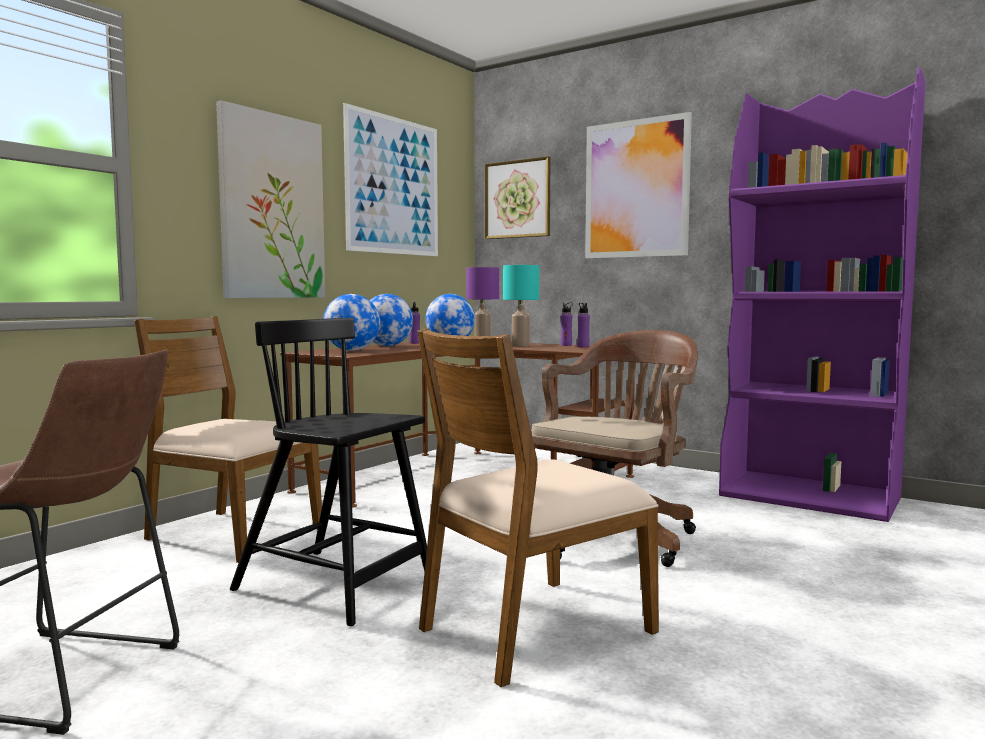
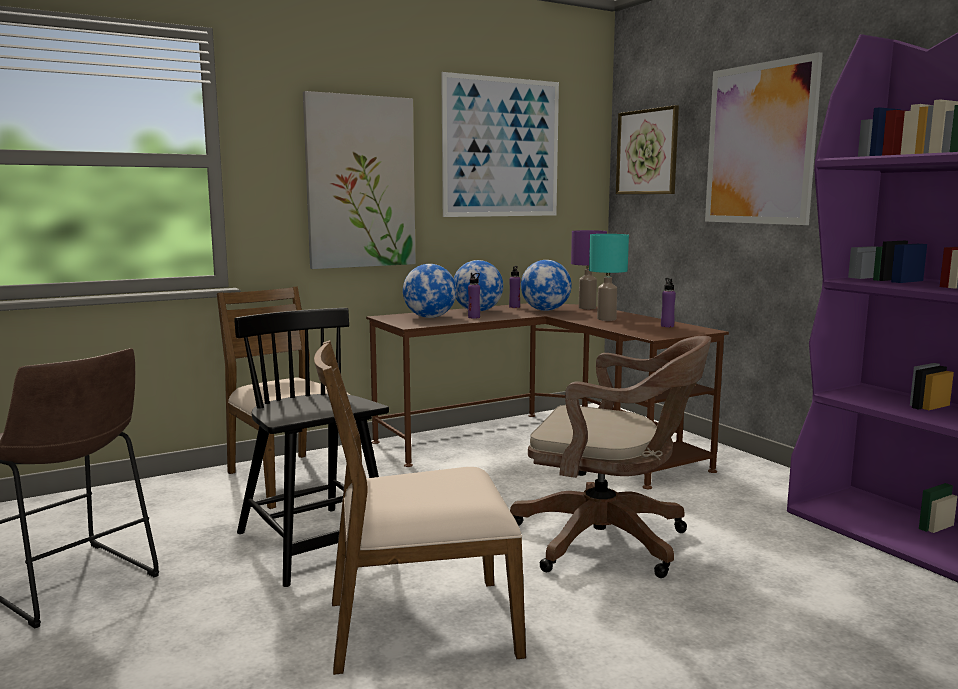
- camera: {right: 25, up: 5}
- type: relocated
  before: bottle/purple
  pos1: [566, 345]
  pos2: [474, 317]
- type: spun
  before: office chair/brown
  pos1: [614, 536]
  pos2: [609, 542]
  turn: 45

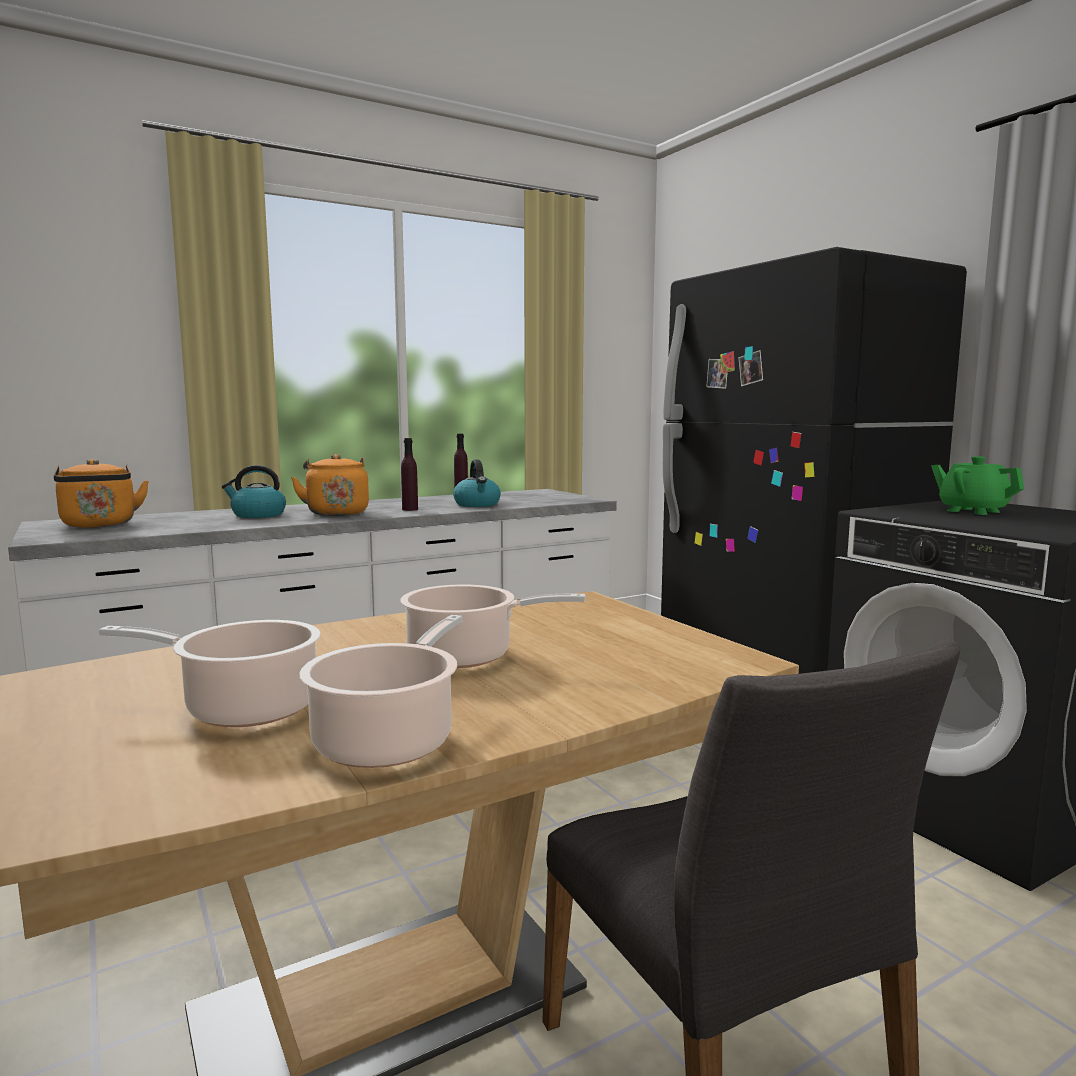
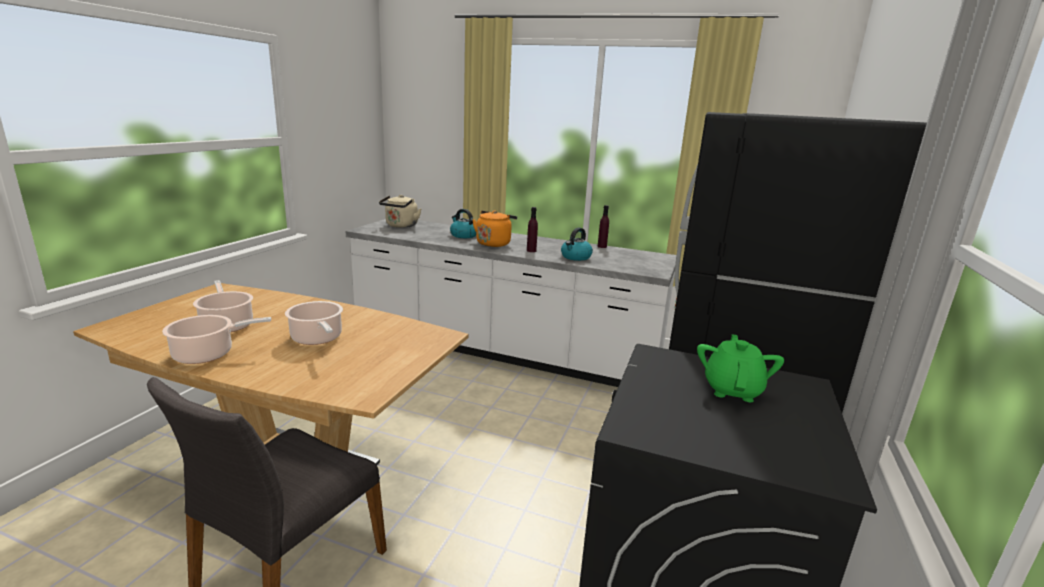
- camera: {right: 50, up: 10}
- type: colour
  before: kettle/orange
  after: kettle/beige
  pos1: [100, 525]
  pos2: [401, 226]

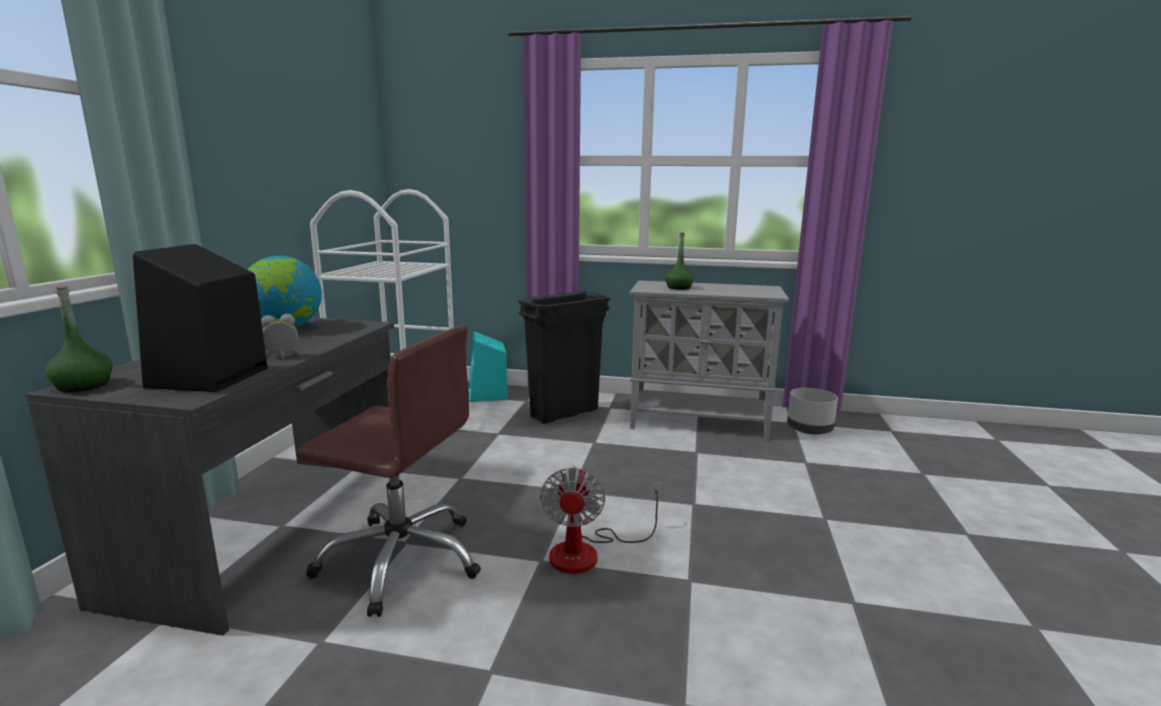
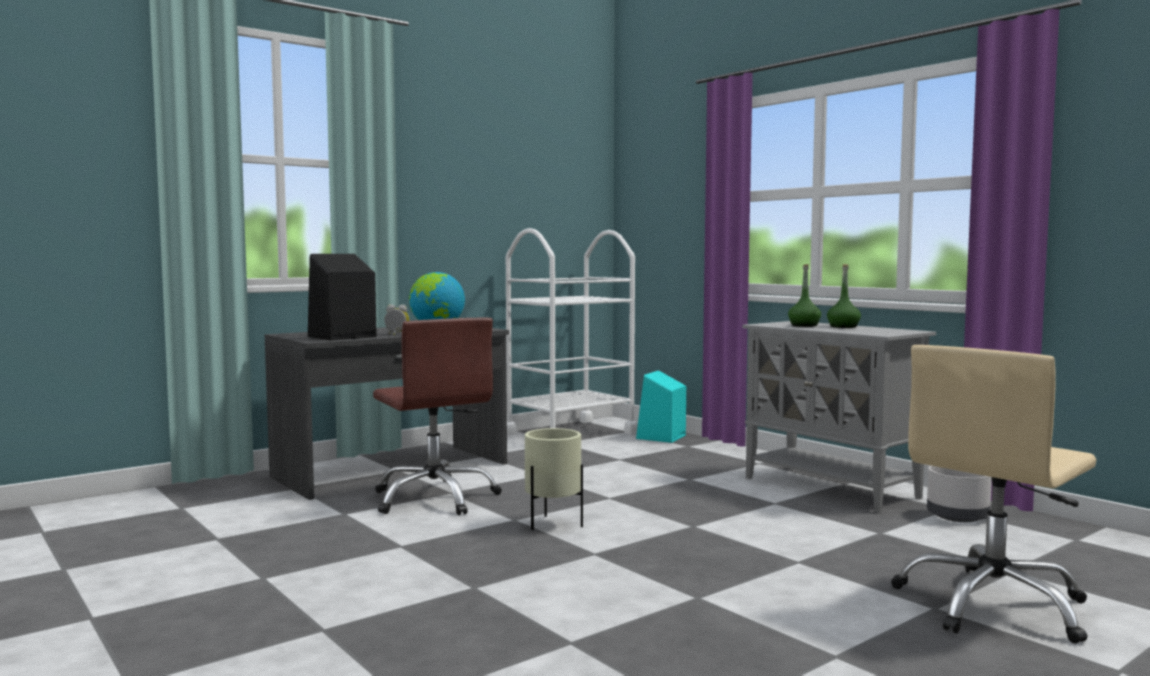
- camera: {right: 40, up: -10}
- type: exchanged
  before: fan
  after: planter/beige
  pos1: [589, 552]
  pos2: [553, 525]
- type: relocated
  before: bottle/green
  pos1: [83, 386]
  pos2: [843, 327]
- type: appeared
  after: office chair/beige
  pos2: [993, 605]
- type: missing
  before: trash can/black
  pos1: [565, 413]

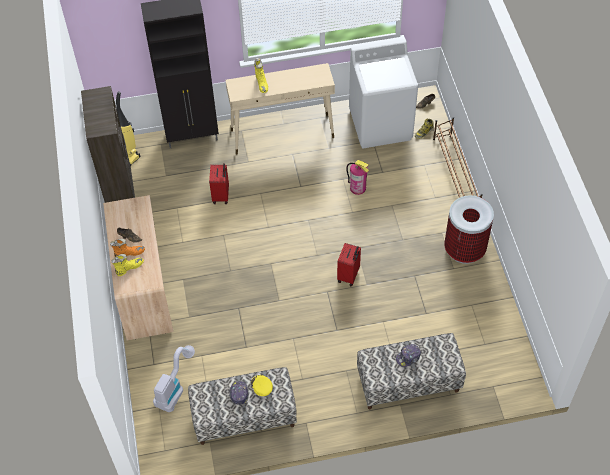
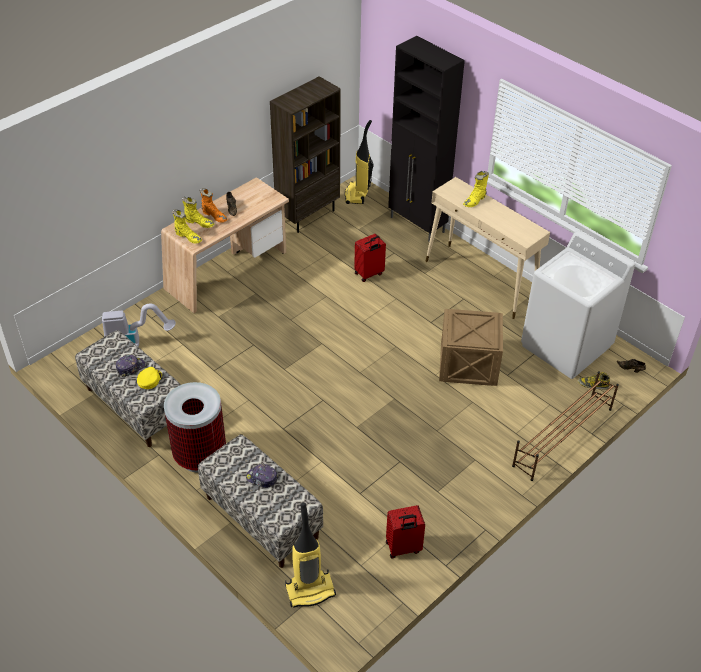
- camera: {right: 55, up: -10}
- type: relocated
  before: trash can
  pos1: [464, 249]
  pos2: [199, 455]
- type: appeared
  after: boot/yellow
  pos2: [188, 237]
- type: appeared
  after: vacuum cleaner
  pos2: [310, 590]
- type: relocated
  before: suitcase/red
  pos1: [349, 275]
  pos2: [403, 548]
- type: exchanged
  before: fire extinguisher
  after: crate
  pos1: [358, 188]
  pos2: [469, 365]

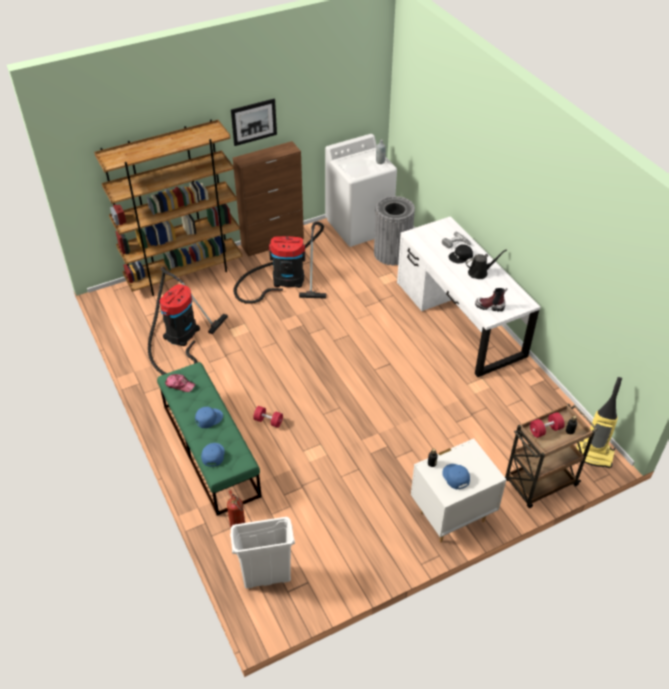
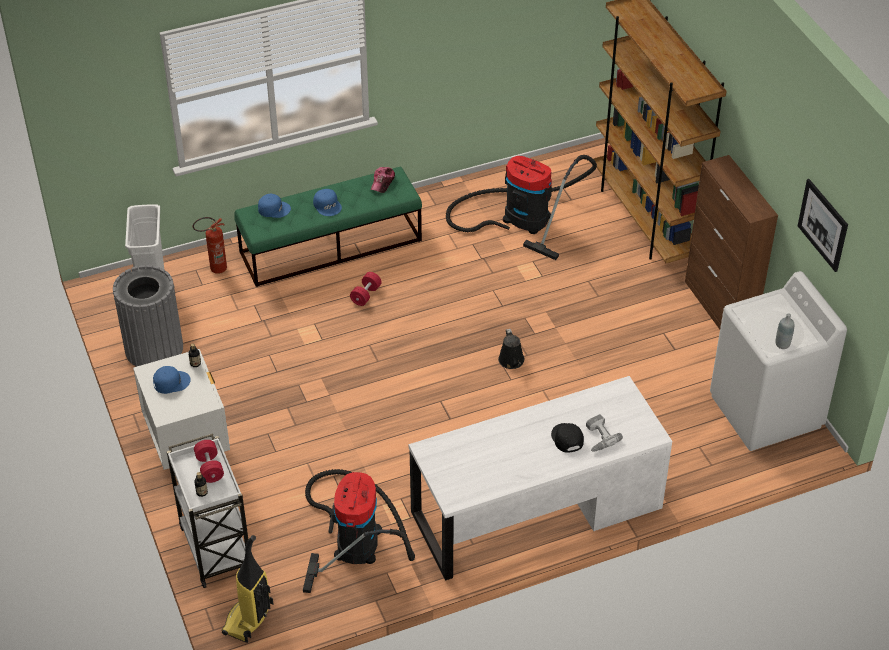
- camera: {right: 95, up: 0}
- type: relocated
  before: trash can/grey
  pos1: [392, 253]
  pos2: [154, 348]
- type: colour
  before: cart/brown
  after: cart/white
  pos1: [539, 483]
  pos2: [215, 547]
- type: relocated
  before: vacuum cleaner
  pos1: [284, 280]
  pos2: [357, 538]
- type: relocated
  before: watering can/black
  pos1: [480, 272]
  pos2: [512, 361]
- type: relocated
  before: picture
  pos1: [254, 122]
  pos2: [823, 225]
- type: missing
  before: boot
  pos1: [490, 306]

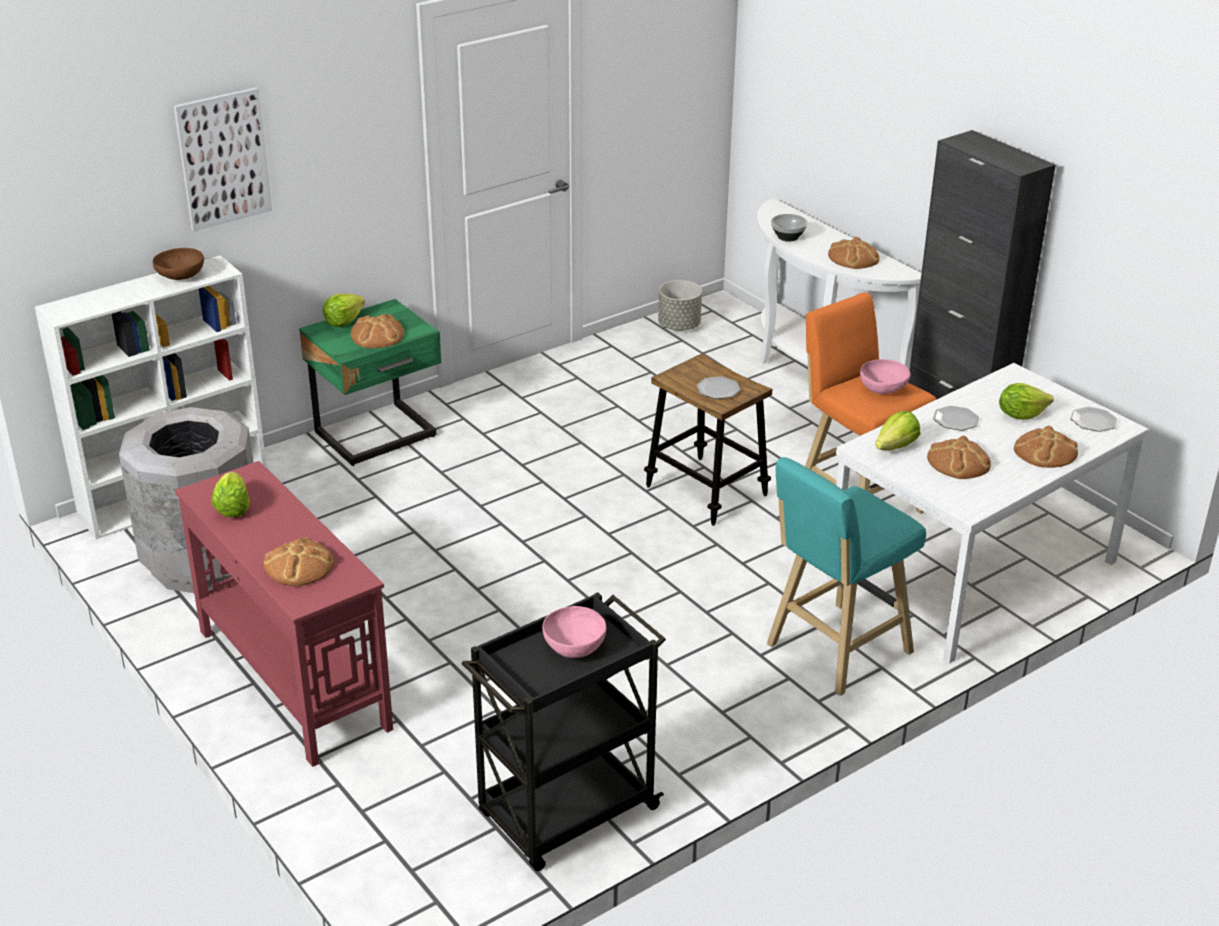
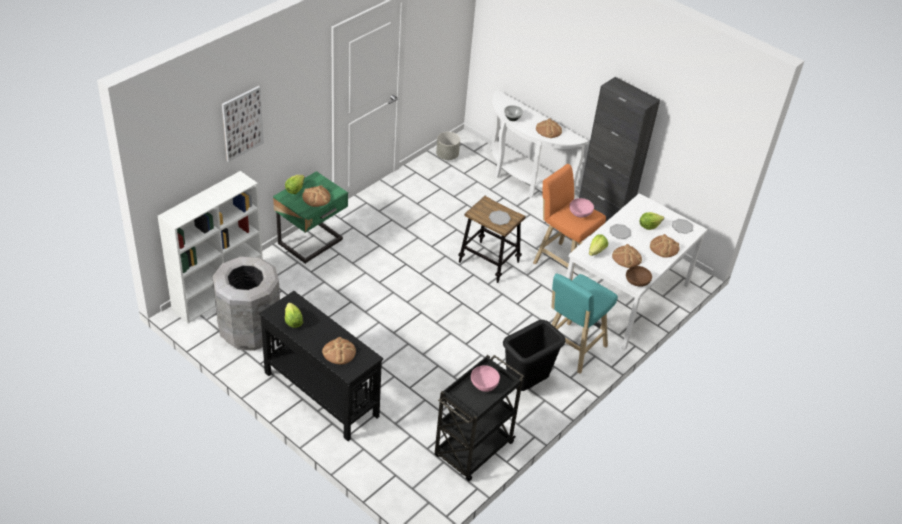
- camera: {right: -15, up: 10}
- type: colour
  before: console table/red
  after: console table/black
  pos1: [293, 678]
  pos2: [321, 393]
- type: appeared
  after: trash can/black
  pos2: [526, 385]
- type: relocated
  before: bowl/brown
  pos1: [180, 277]
  pos2: [637, 282]

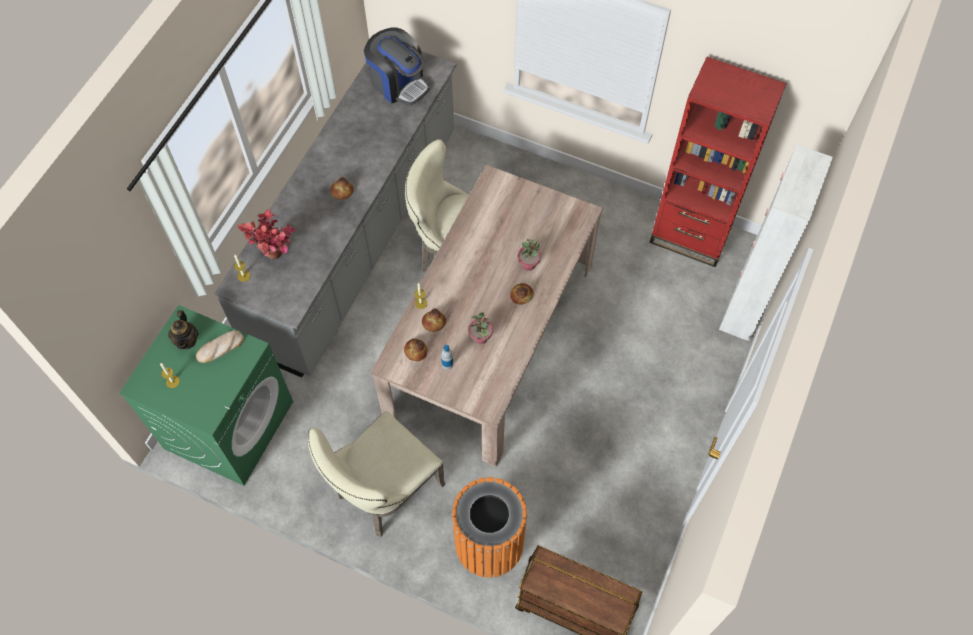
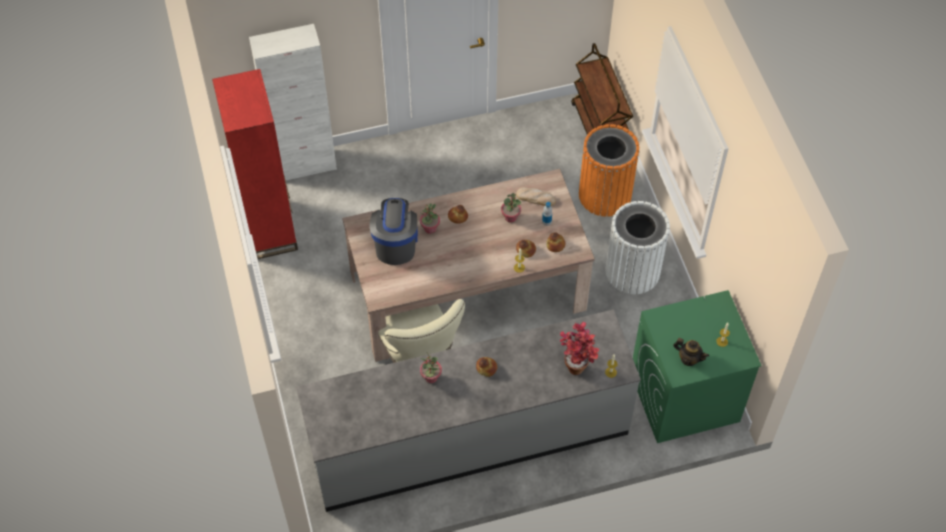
- camera: {right: -130, up: -5}
- type: relocated
  before: coffee machine
  pos1: [398, 83]
  pos2: [395, 243]
- type: appeared
  after: potted plant
  pos2: [431, 377]
- type: relocated
  before: bread
  pos1: [220, 348]
  pos2: [536, 198]
- type: exchanged
  before: chair/beige
  after: trash can/white
  pos1: [383, 492]
  pos2: [632, 271]
- type: spun
  before: teapot
  pos1: [187, 340]
  pos2: [689, 358]
  turn: 75

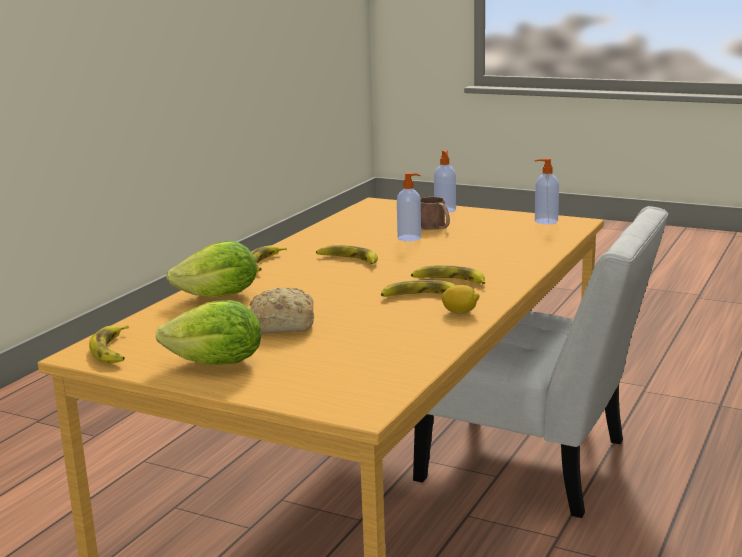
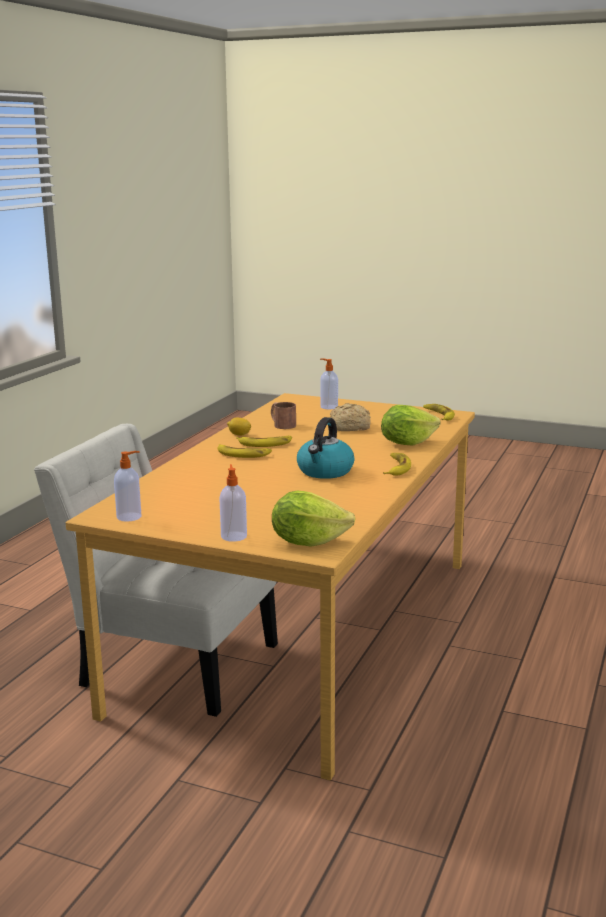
- camera: {right: 175, up: 0}
- type: relocated
  before: mug/brown
  pos1: [435, 227]
  pos2: [281, 424]
- type: relocated
  before: lettuce
  pos1: [217, 364]
  pos2: [308, 541]
- type: exchanged
  before: banana
  after: kettle
  pos1: [349, 260]
  pos2: [325, 471]
- type: relocated
  before: soap dispenser
  pos1: [410, 238]
  pos2: [328, 407]

